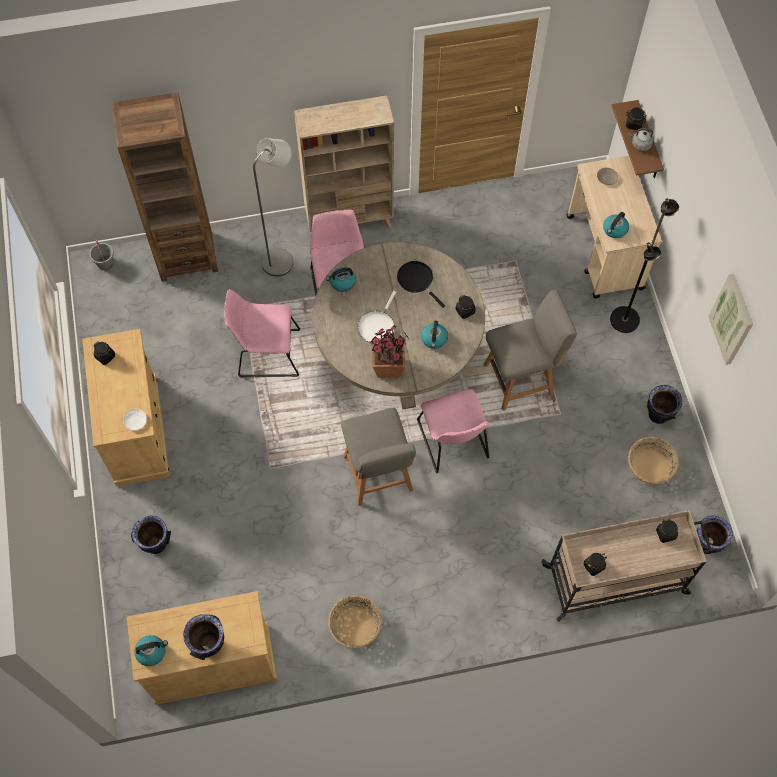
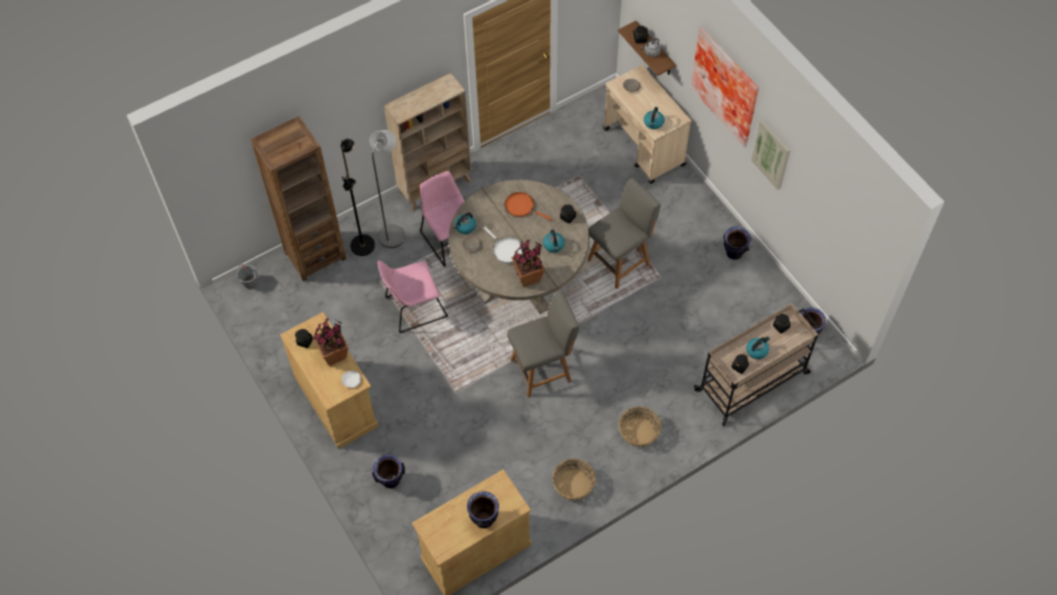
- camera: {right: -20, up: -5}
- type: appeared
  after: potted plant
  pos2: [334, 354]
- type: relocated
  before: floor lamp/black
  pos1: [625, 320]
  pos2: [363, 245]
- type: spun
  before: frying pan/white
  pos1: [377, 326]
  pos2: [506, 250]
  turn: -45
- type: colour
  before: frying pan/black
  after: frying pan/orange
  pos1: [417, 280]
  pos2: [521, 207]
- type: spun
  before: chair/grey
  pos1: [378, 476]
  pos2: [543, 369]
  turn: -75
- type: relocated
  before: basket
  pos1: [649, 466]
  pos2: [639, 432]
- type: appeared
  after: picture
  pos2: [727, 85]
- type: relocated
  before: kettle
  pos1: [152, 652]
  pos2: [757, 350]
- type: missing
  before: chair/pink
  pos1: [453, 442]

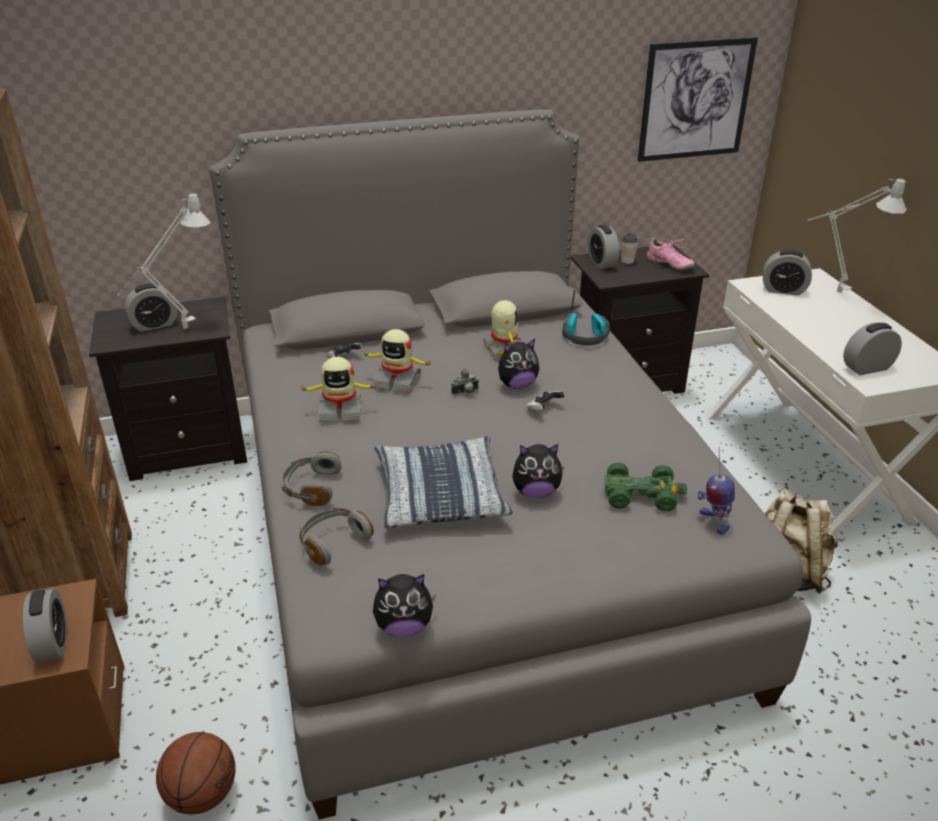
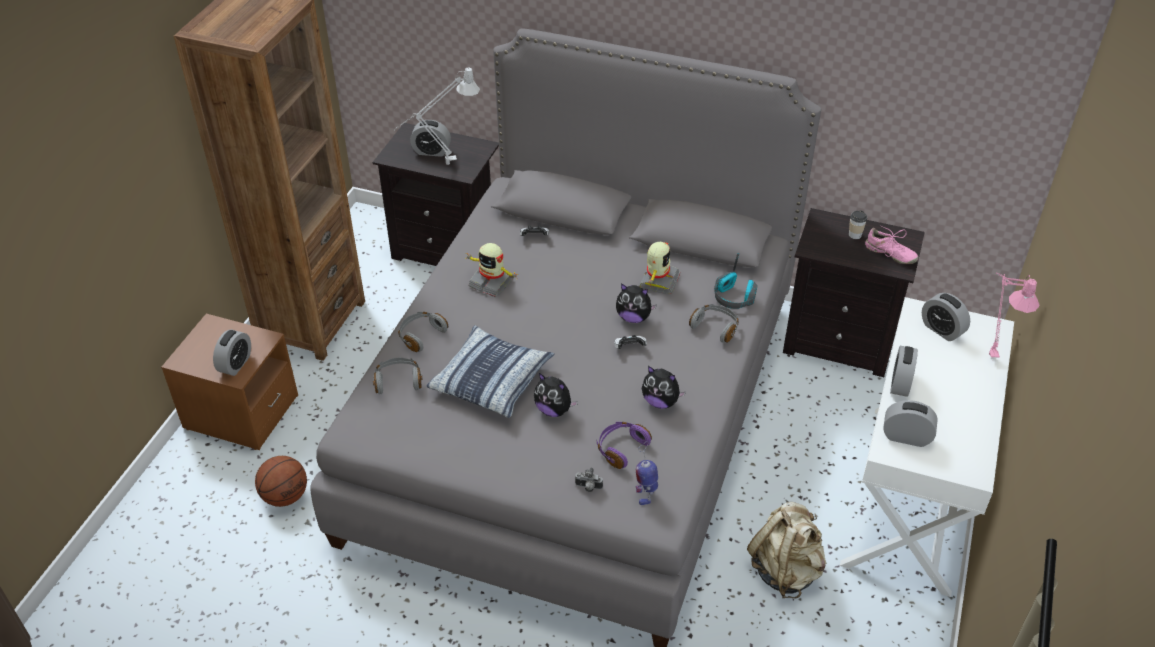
- camera: {right: 35, up: 10}
- type: relocated
  before: photo camera
  pos1: [466, 393]
  pos2: [588, 488]
- type: exchanged
  before: toy car/green
  after: headphones/purple
  pos1: [641, 494]
  pos2: [621, 448]
- type: relocated
  before: plush toy
  pos1: [404, 626]
  pos2: [660, 401]
- type: appeared
  after: headphones/grey
  pos2: [715, 327]
- type: spun
  before: shoe/pink
  pos1: [669, 264]
  pos2: [889, 254]
  turn: -45
- type: relocated
  before: alarm clock
  pos1: [601, 262]
  pos2: [900, 384]
- type: colour
  before: table lamp/grey
  after: table lamp/pink
  pos1: [833, 291]
  pos2: [989, 351]
- type: missing
  before: toy robot
  pos1: [397, 381]
- type: missing
  before: picture
  pos1: [695, 100]

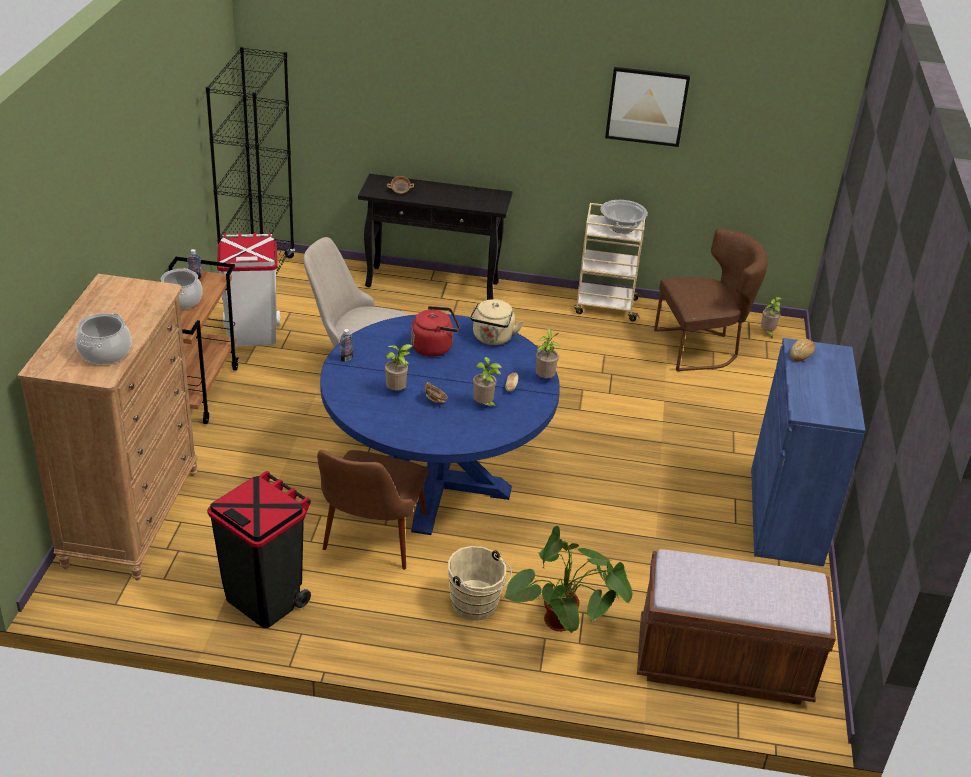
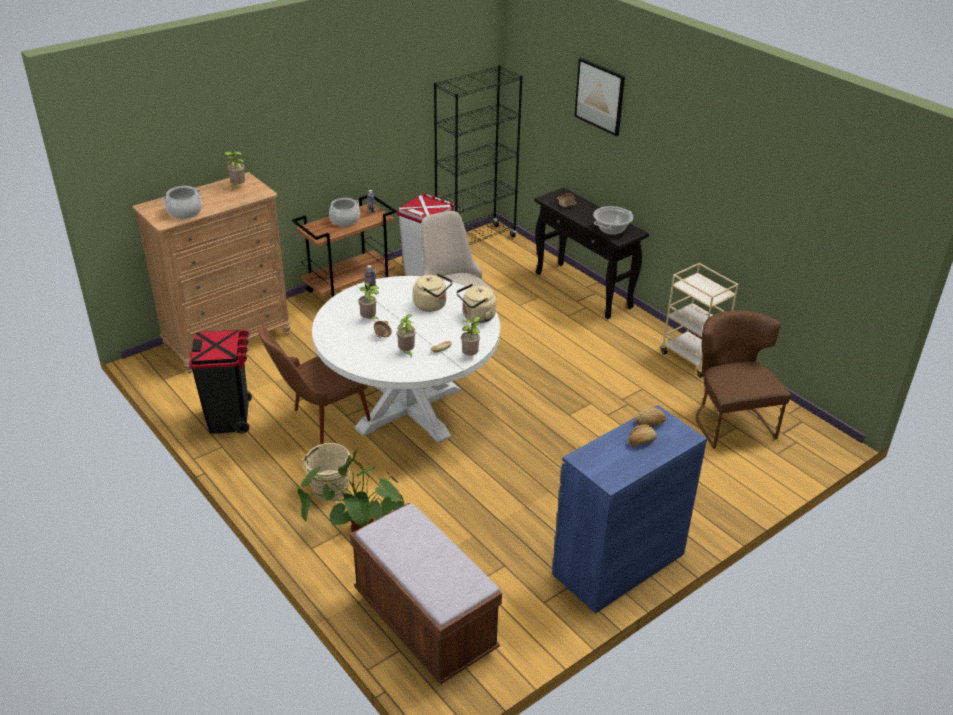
- camera: {right: 45, up: 0}
- type: relocated
  before: potted plant
  pos1: [767, 333]
  pos2: [237, 187]
- type: colour
  before: dining table/blue
  after: dining table/white
  pos1: [435, 483]
  pos2: [409, 408]
- type: colour
  before: kettle/red
  after: kettle/beige
  pos1: [434, 347]
  pos2: [432, 305]
- type: relocated
  before: picture
  pos1: [646, 106]
  pos2: [600, 96]
- type: relocated
  before: cooking pot
  pos1: [621, 227]
  pos2: [611, 229]
- type: appeared
  after: bread
  pos2: [641, 441]
- type: spun
  before: chair/brown
  pos1: [701, 348]
  pos2: [729, 420]
  turn: -135

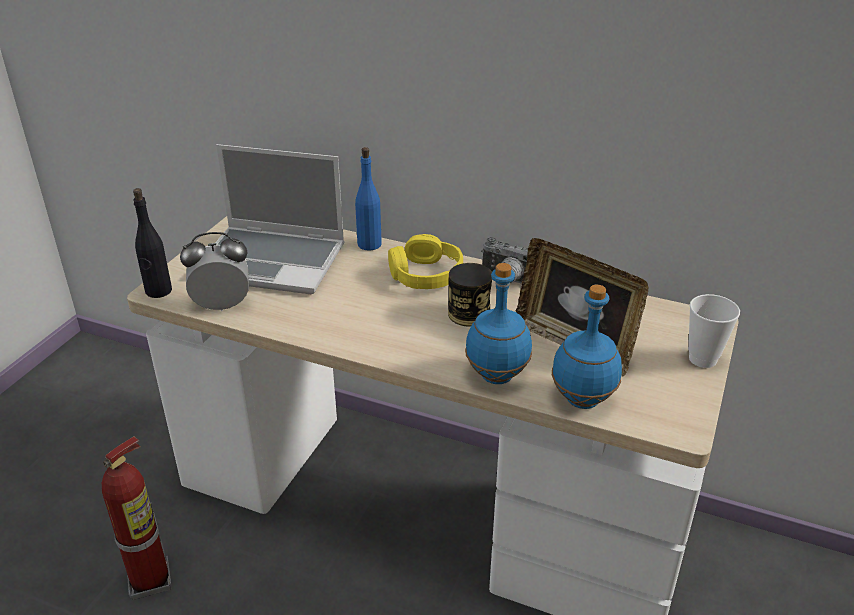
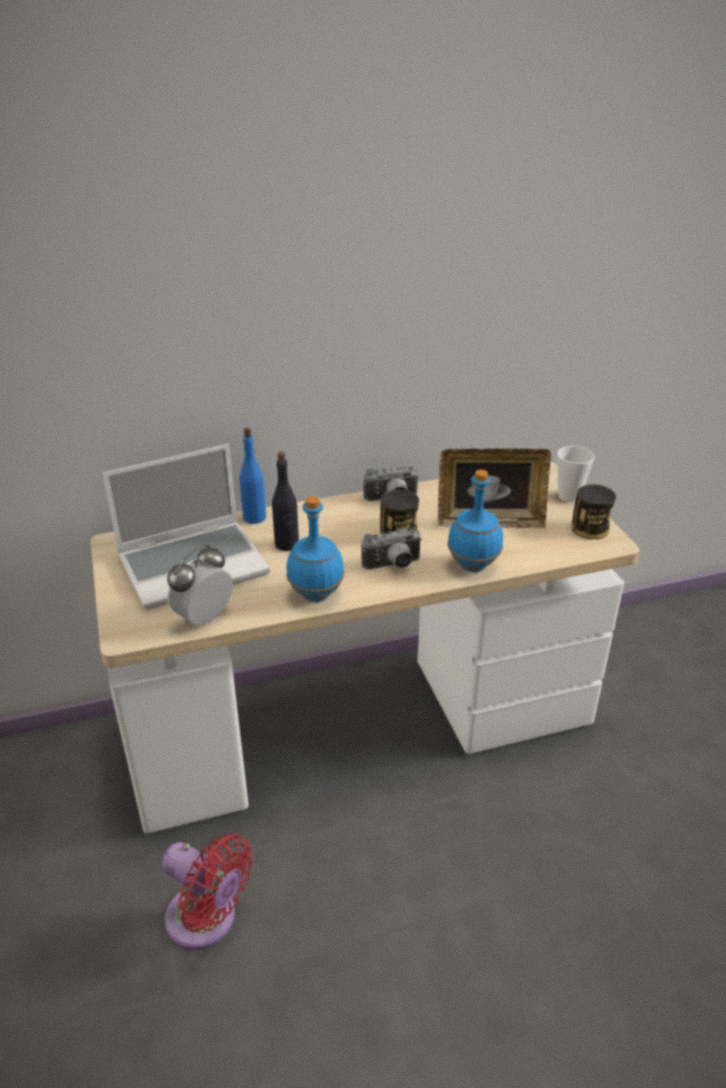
- camera: {right: -40, up: 0}
- type: exchanged
  before: fire extinguisher
  after: fan/red
  pos1: [151, 580]
  pos2: [207, 921]
- type: relocated
  before: bottle/black
  pos1: [158, 291]
  pos2: [287, 544]
- type: relocated
  before: bottle/blue
  pos1: [583, 399]
  pos2: [316, 594]
- type: appeared
  after: photo camera
  pos2: [393, 566]
- type: appeared
  after: can
  pos2: [590, 528]
- type: missing
  before: headphones/yellow
  pos1: [425, 275]

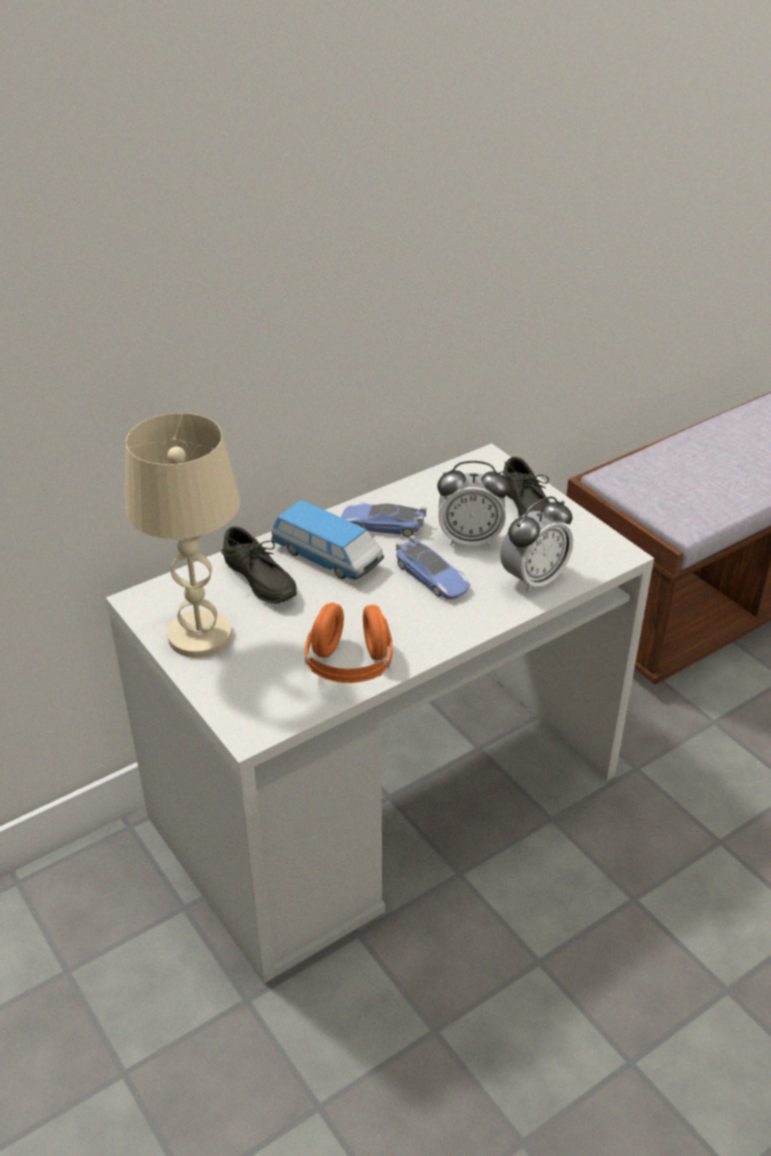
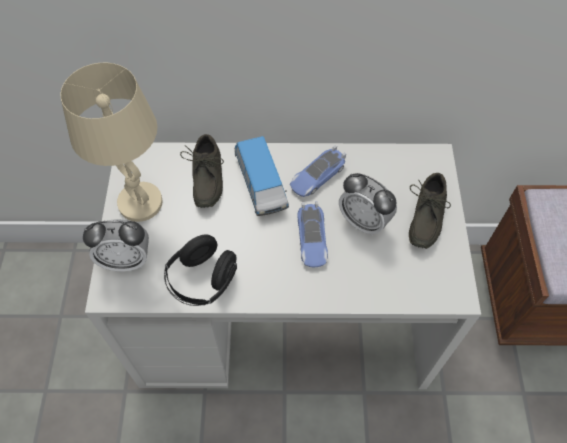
- camera: {right: 35, up: 20}
- type: relocated
  before: alarm clock
  pos1: [533, 579]
  pos2: [126, 260]
- type: colour
  before: headphones/orange
  after: headphones/black
  pos1: [349, 666]
  pos2: [202, 280]
- type: spun
  before: toy car
  pos1: [382, 525]
  pos2: [317, 176]
  turn: -90

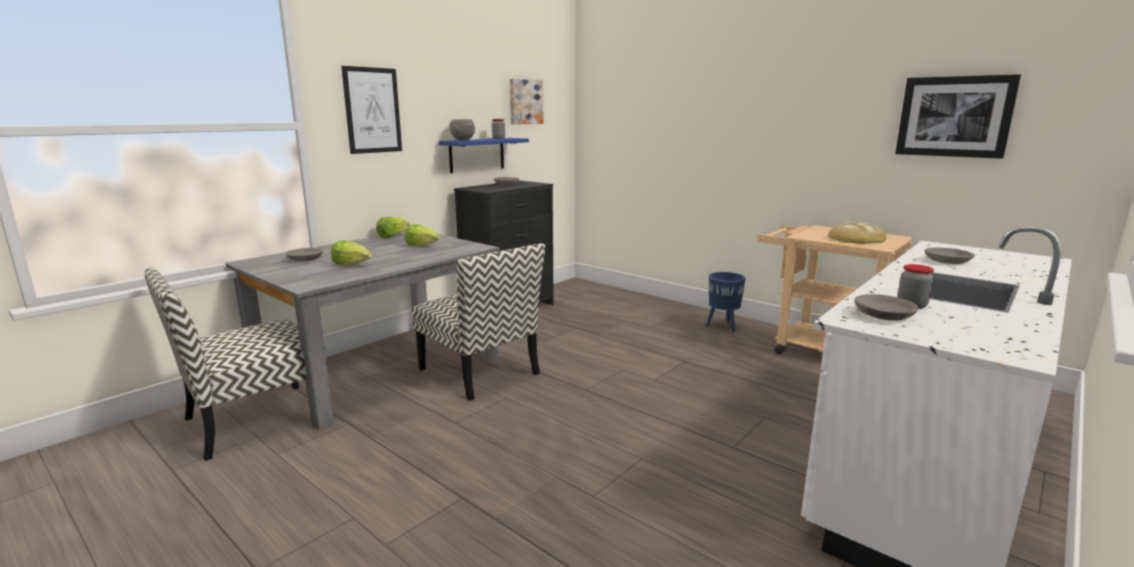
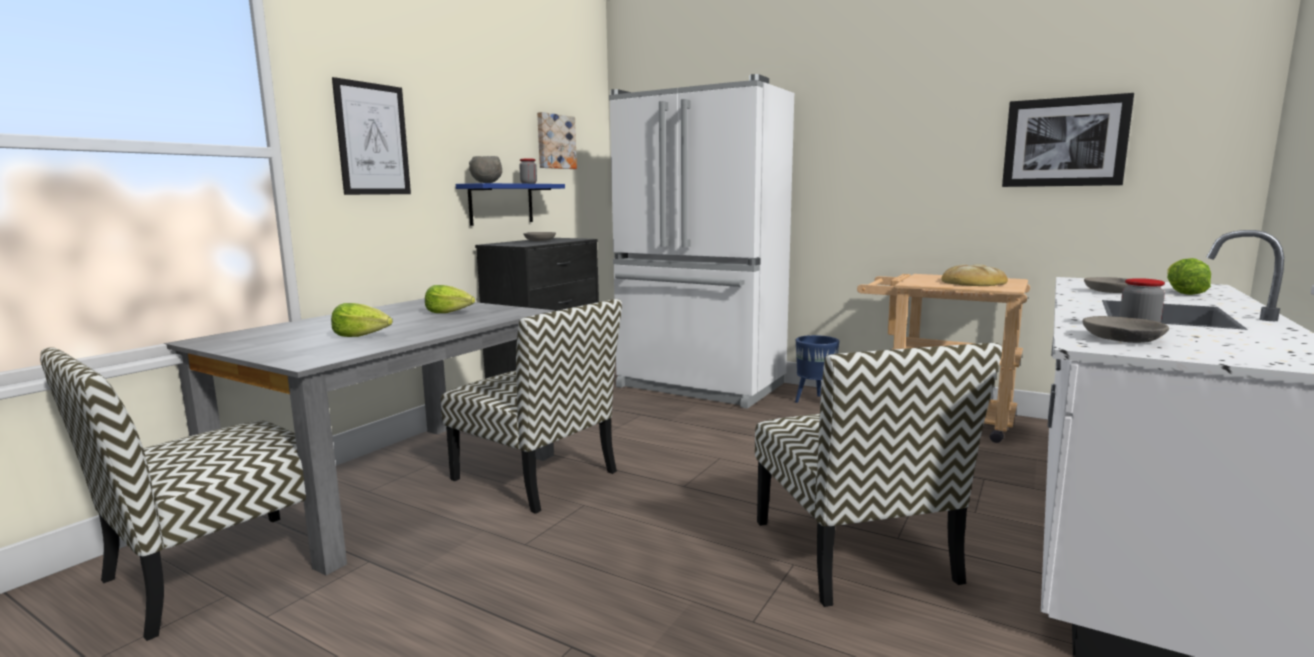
- camera: {right: -10, up: -5}
- type: appeared
  after: fridge/white
  pos2: [700, 386]
- type: appeared
  after: chair
  pos2: [855, 552]
- type: relocated
  before: lettuce
  pos1: [392, 236]
  pos2: [1182, 292]
- type: missing
  before: bowl/grey
  pos1: [305, 259]

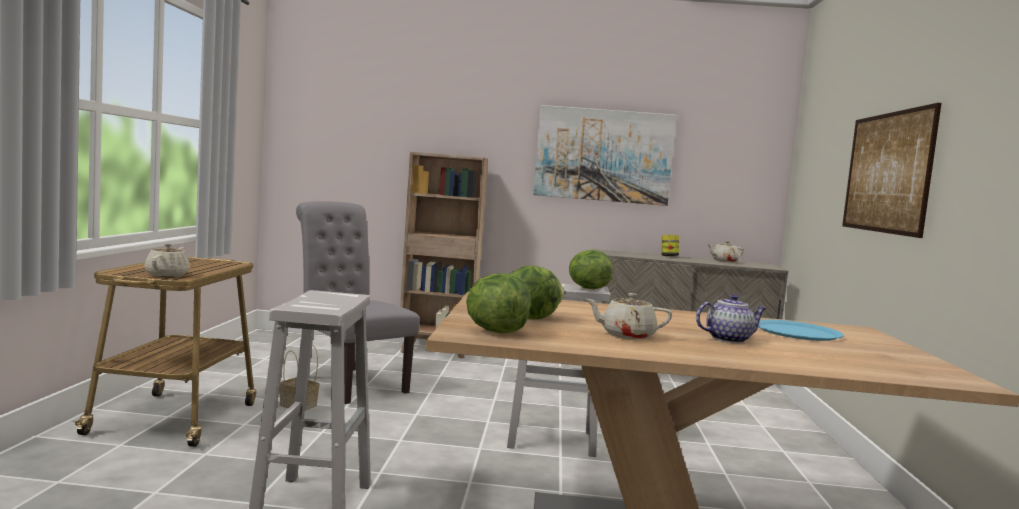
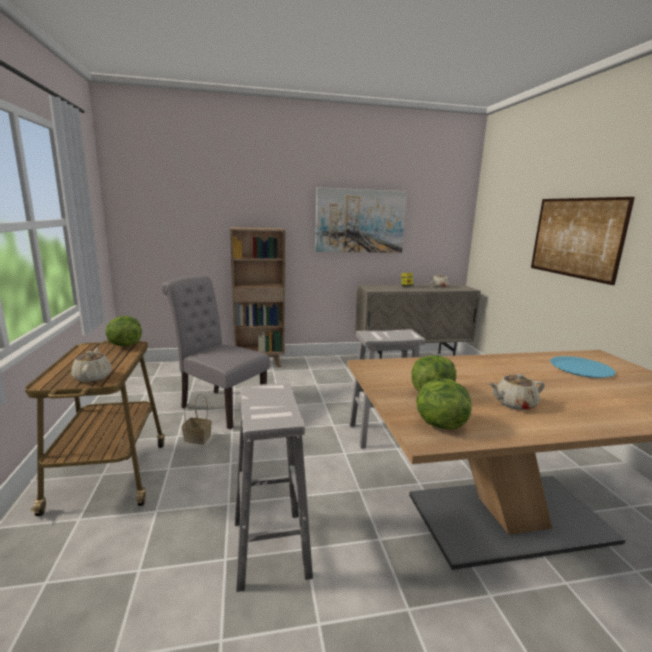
- camera: {right: -15, up: 10}
- type: relocated
  before: lettuce
  pos1: [587, 288]
  pos2: [124, 345]
- type: missing
  before: teapot
  pos1: [729, 339]

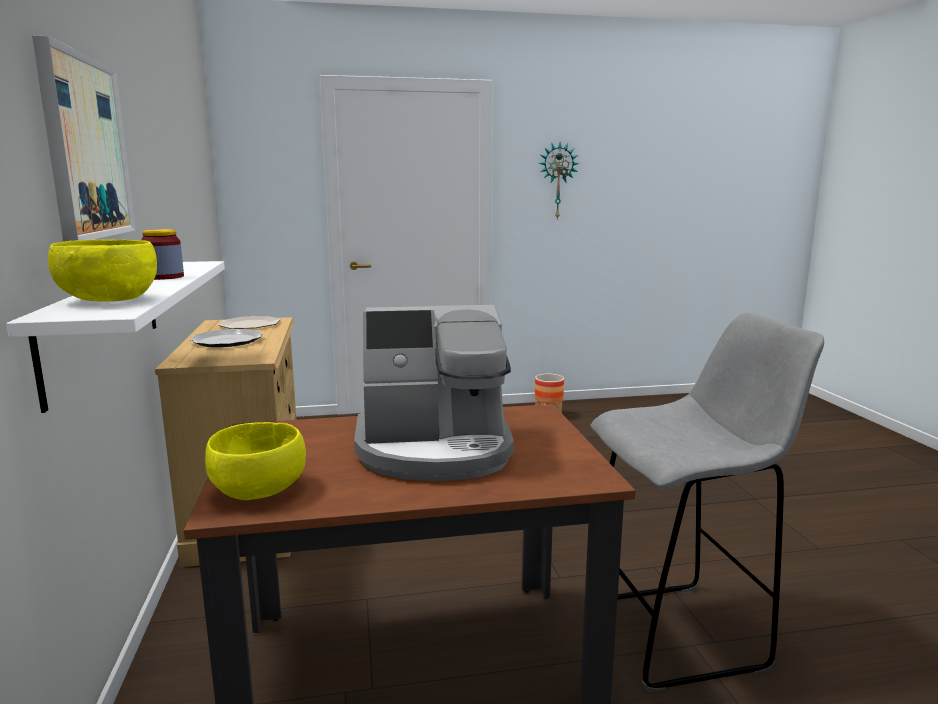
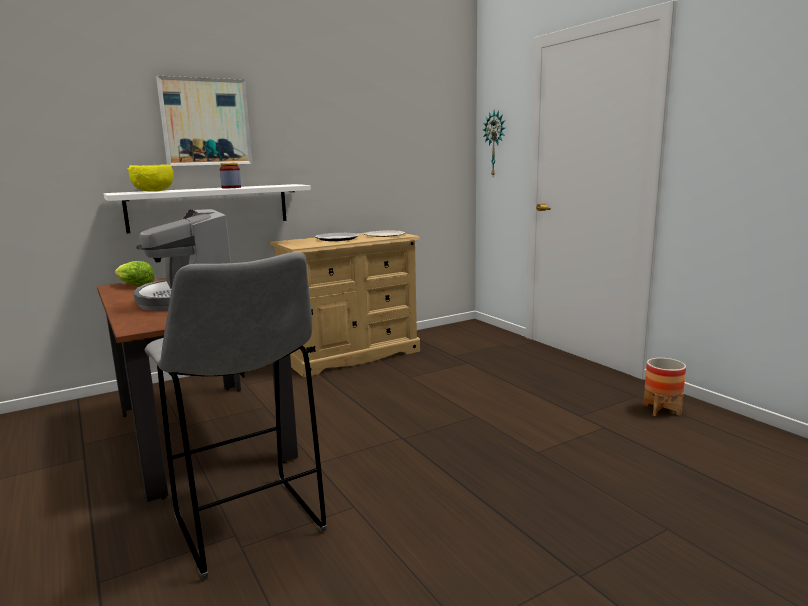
- camera: {right: 70, up: 0}
- type: exchanged
  before: bowl/yellow
  after: lettuce
  pos1: [260, 490]
  pos2: [134, 286]
- type: relocated
  before: wall clock
  pos1: [557, 181]
  pos2: [495, 144]

